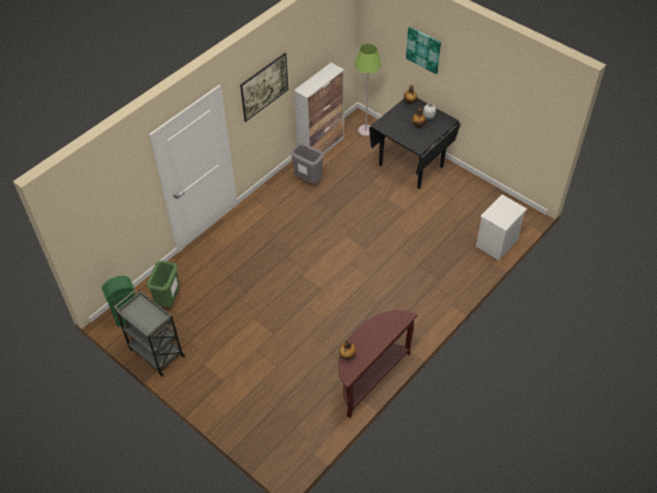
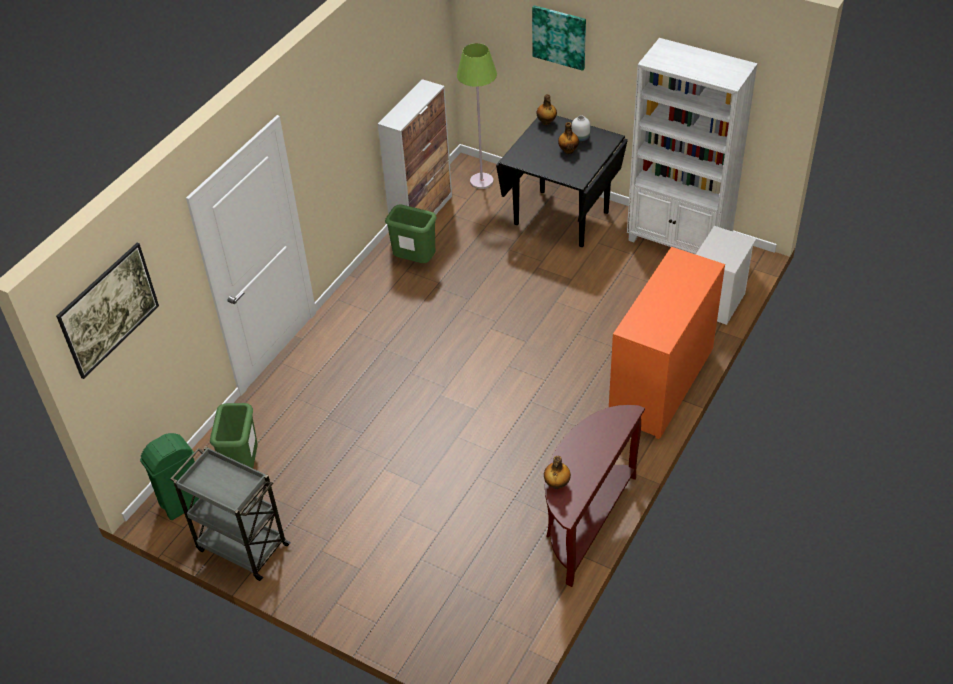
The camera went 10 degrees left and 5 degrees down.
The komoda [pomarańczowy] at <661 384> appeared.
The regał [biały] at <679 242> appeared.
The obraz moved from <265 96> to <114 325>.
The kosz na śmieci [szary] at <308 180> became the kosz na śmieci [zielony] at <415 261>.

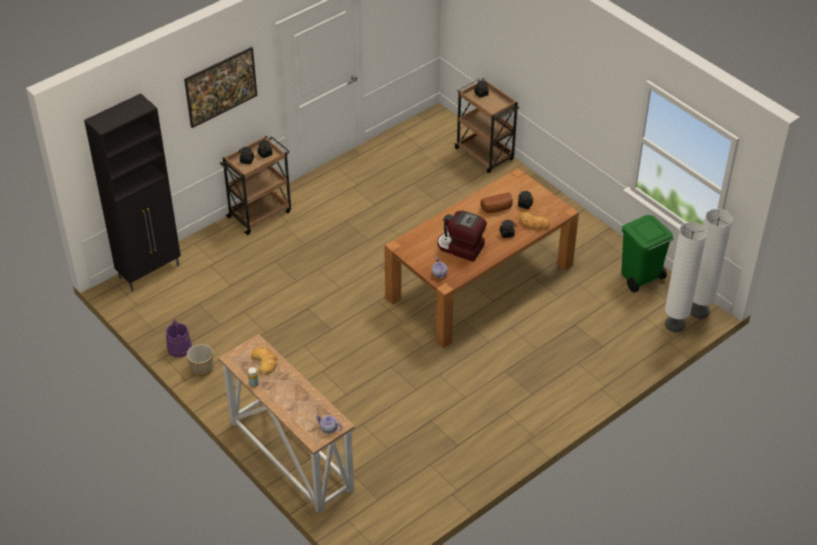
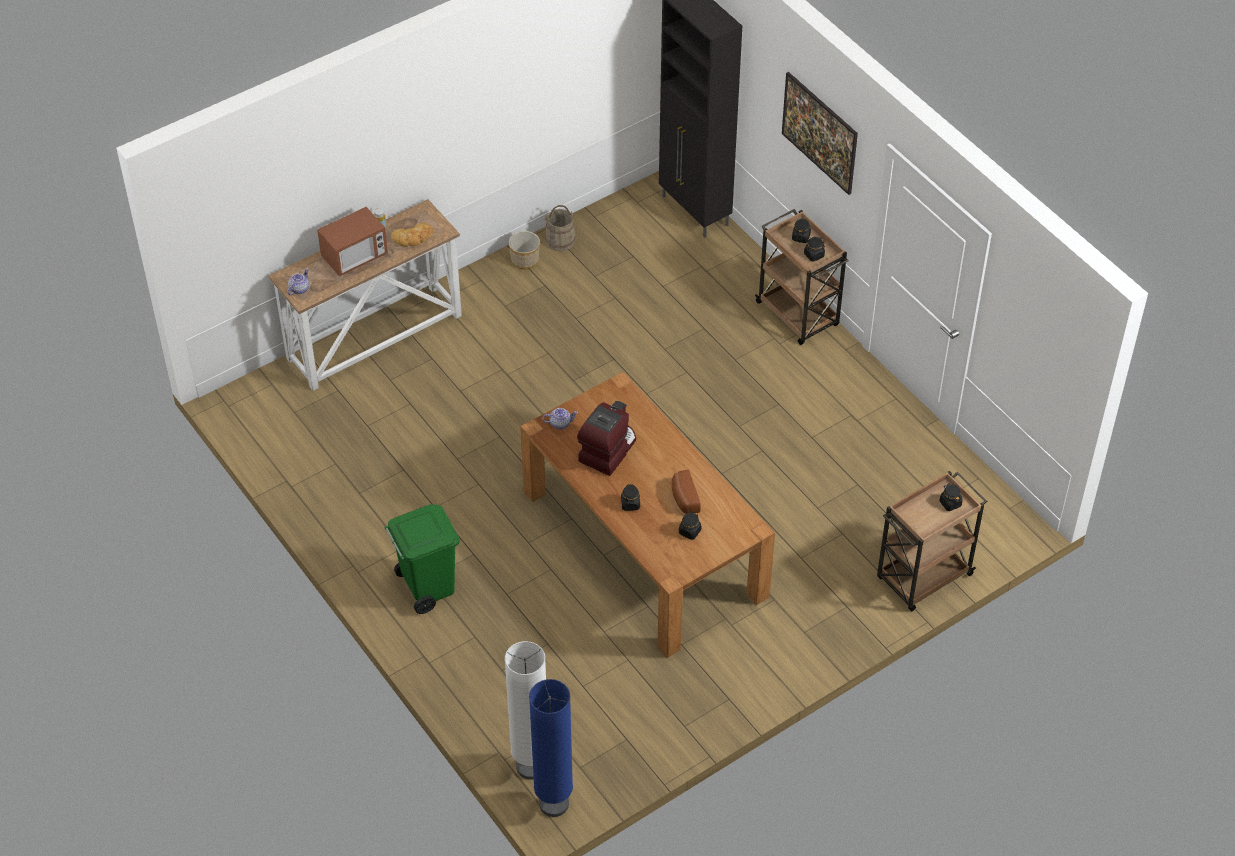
The camera went 95 degrees right and 5 degrees up.
The chleb at <533 223> disappeared.
The mikrofalówka at <354 257> appeared.
The kosz na śmieci [zielony] moved from <640 278> to <427 587>.
The wiadro [fioletowy] at <179 348> became the wiadro [beżowy] at <560 240>.
The lampa stojąca [biały] at <699 311> became the lampa stojąca [niebieski] at <554 804>.

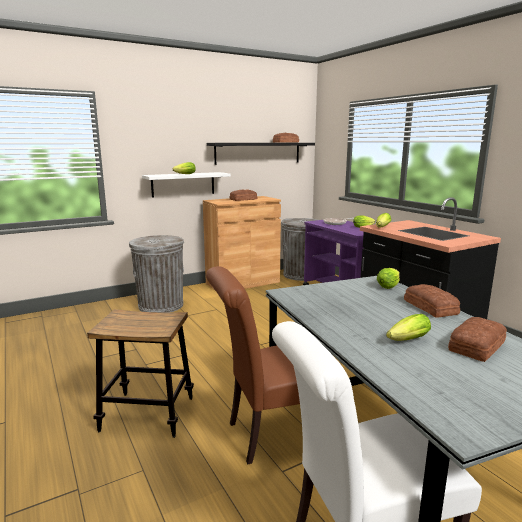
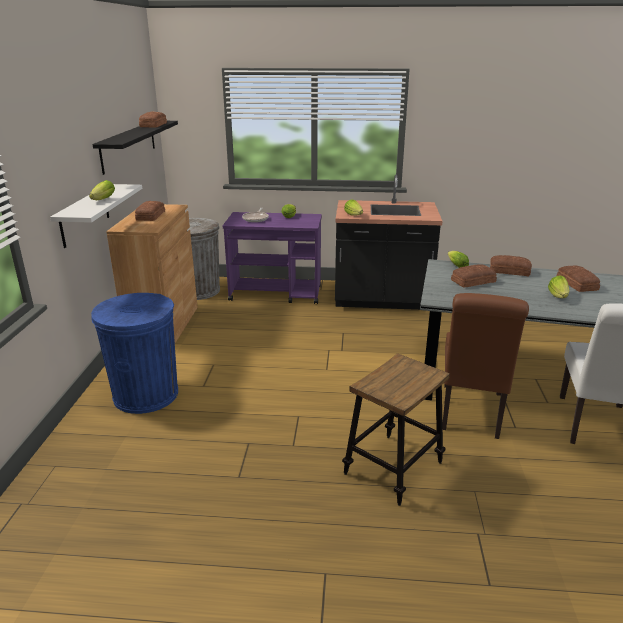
The camera went 55 degrees left and 10 degrees up.
The chleb at <472 281> appeared.
The kosz na śmieci [szary] at <161 305> became the kosz na śmieci [niebieski] at <145 395>.

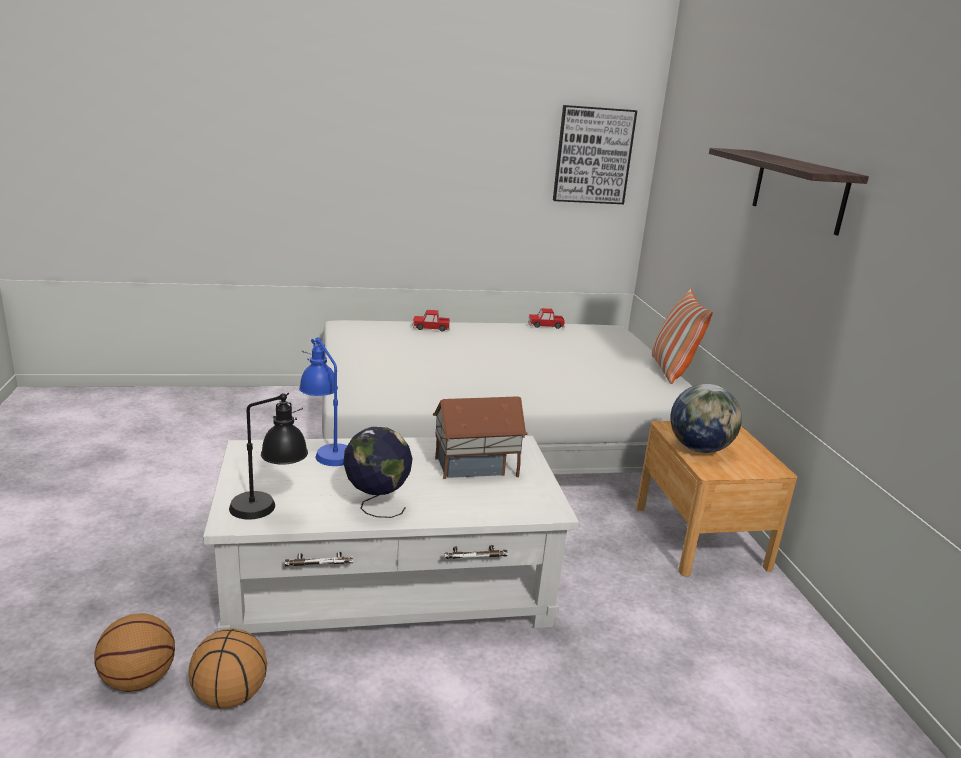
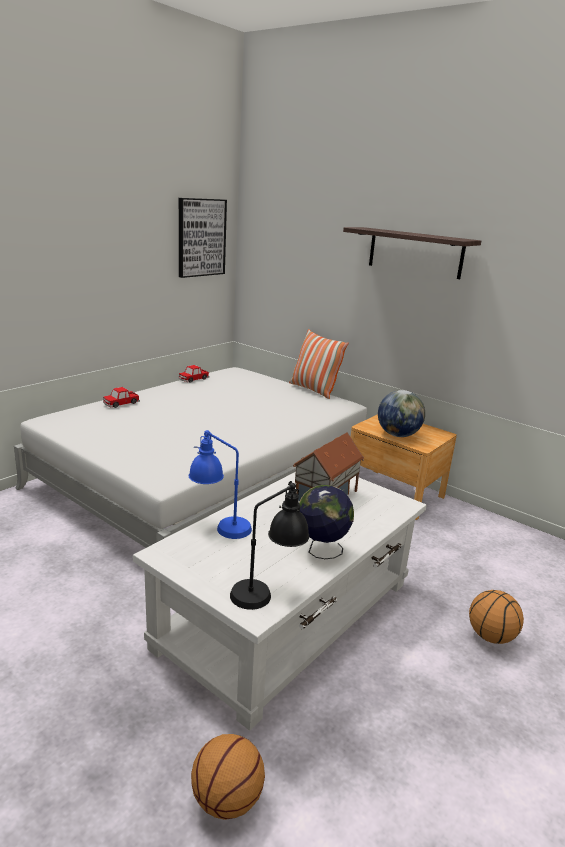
The camera went 40 degrees left and 0 degrees up.
The piłka do koszykówki moved from <229 697> to <490 637>.

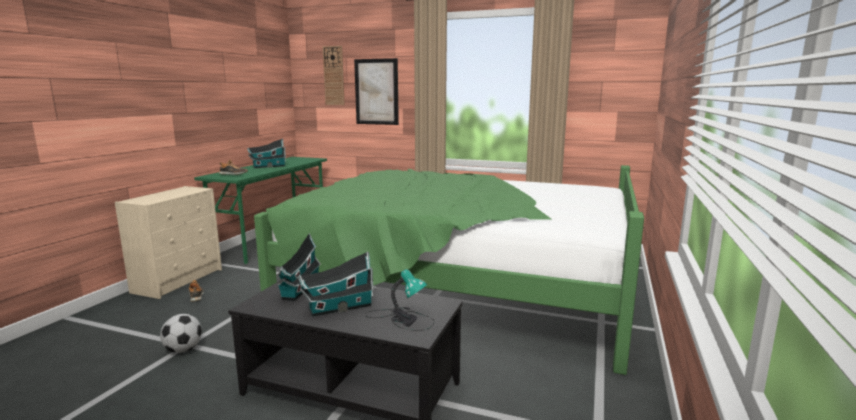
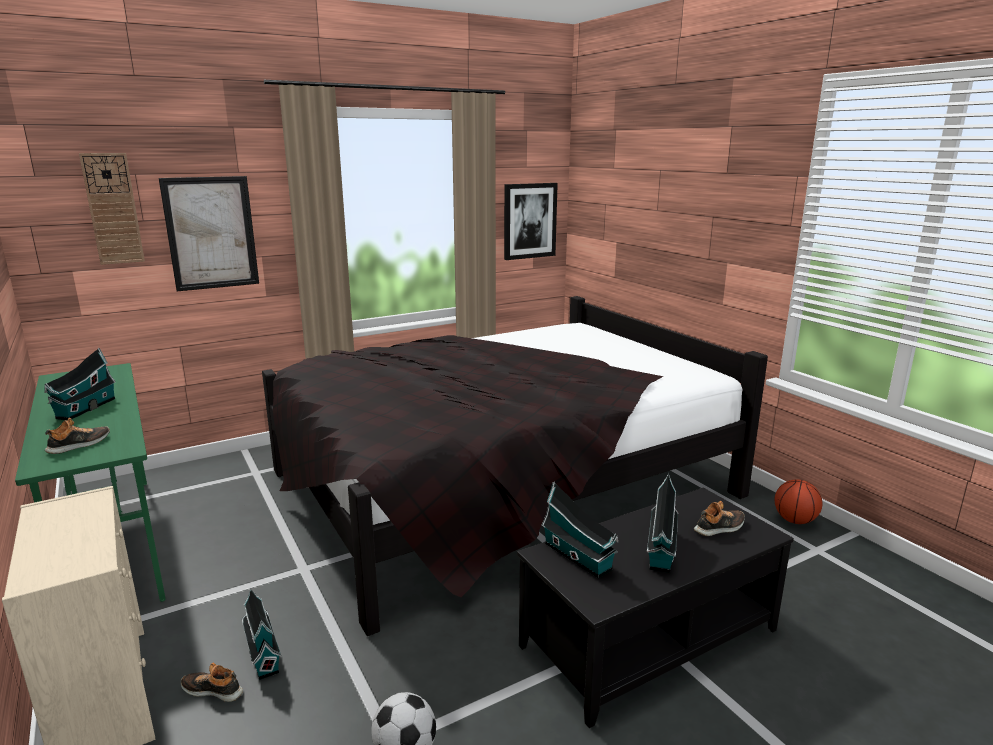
The camera went 50 degrees left and 5 degrees up.
The domek at <262 651> appeared.
The obraz at <529 221> appeared.
The piłka do koszykówki at <794 520> appeared.
The lampa stołowa at <402 318> was replaced by the but at <720 528>.
The łóżko [zielony] at <457 285> became the łóżko [czarny] at <500 485>.

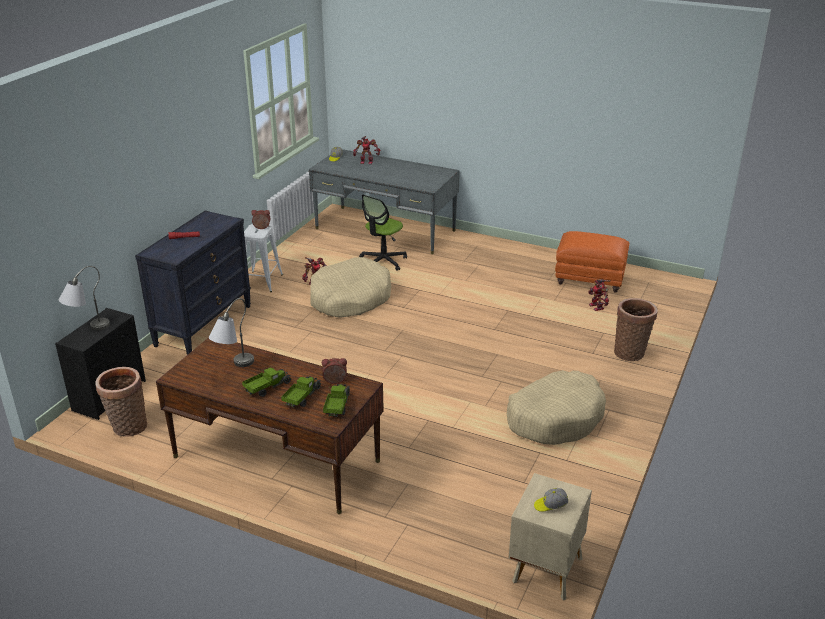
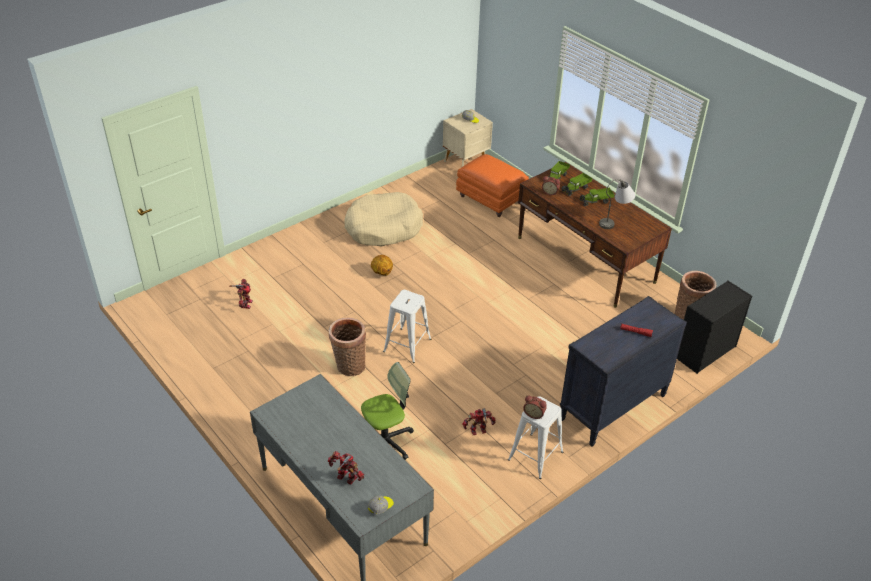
The camera went 155 degrees left and 10 degrees up.
The lampa stołowa [szary] at <87 329> disappeared.
The legowisko [beżowy] at <350 298> disappeared.
The piłka do koszykówki at <381 273> appeared.
The stołek [biały] at <407 345> appeared.
The pufa [pomarańczowy] moved from <589 279> to <491 200>.
The koszyk moved from <631 352> to <349 366>.

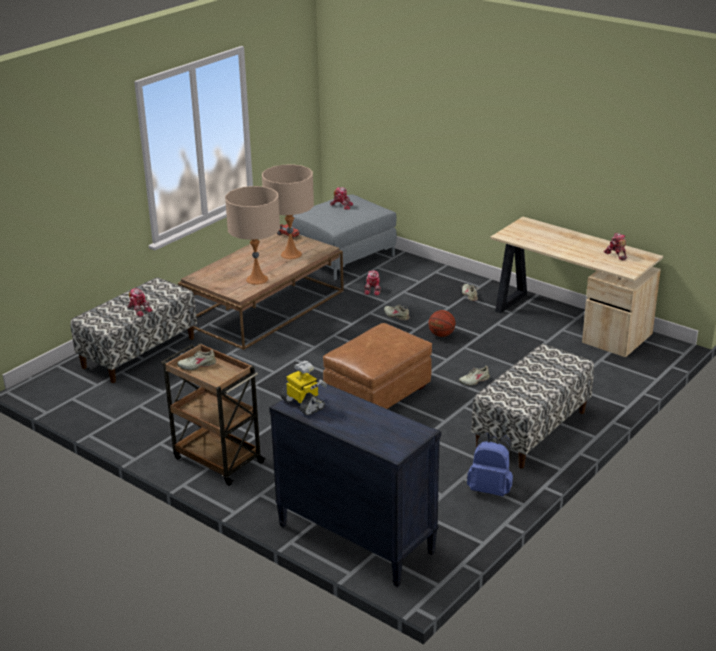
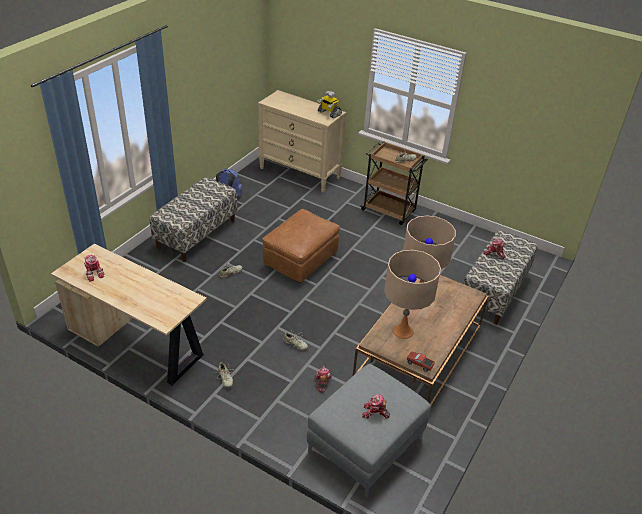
The camera went 170 degrees right and 10 degrees up.
The piłka do koszykówki at <441 335> disappeared.
The komoda [czarny] at <355 539> became the komoda [beżowy] at <300 173>.

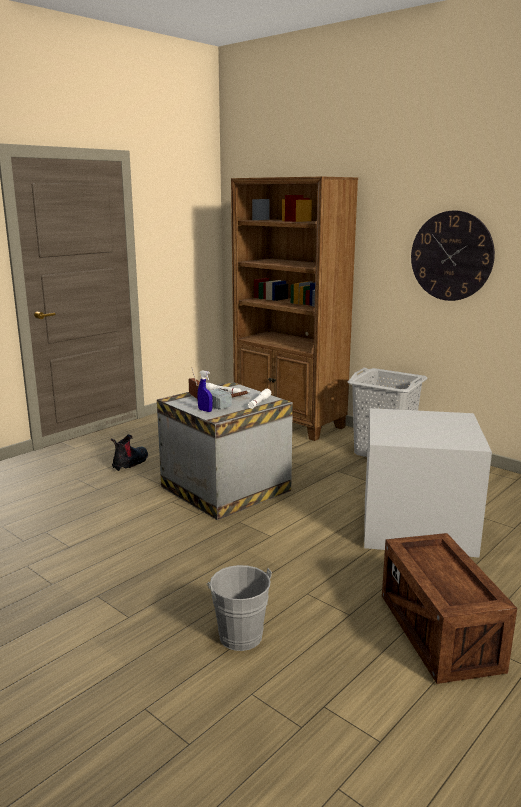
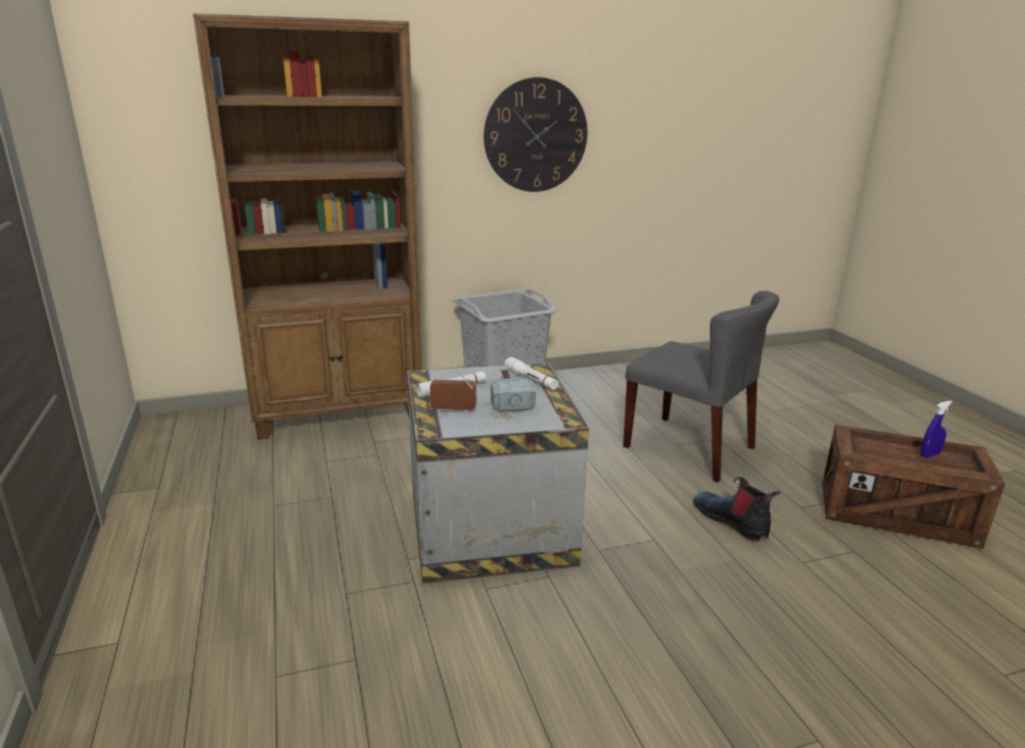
The camera went 60 degrees left and 5 degrees up.
The wiadro [szary] at <239 633> disappeared.
The but z cholewką moved from <131 463> to <732 521>.
The spryskiwacz [niebieski] moved from <205 410> to <929 455>.
The pojemnik do przechowywania [szary] at <415 526> was replaced by the krzesło [szary] at <690 447>.

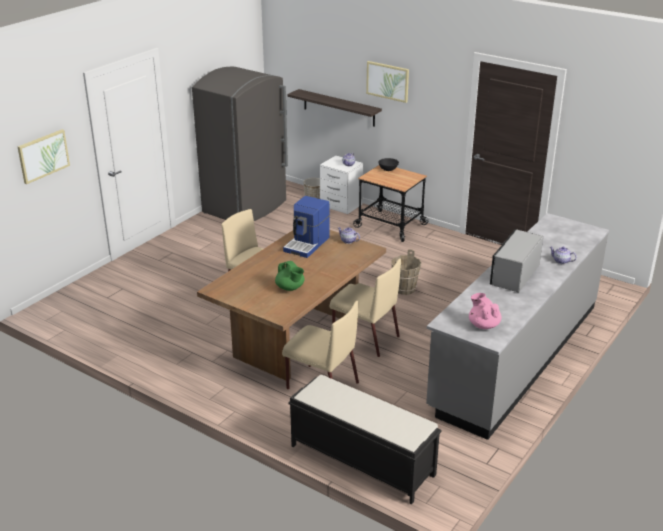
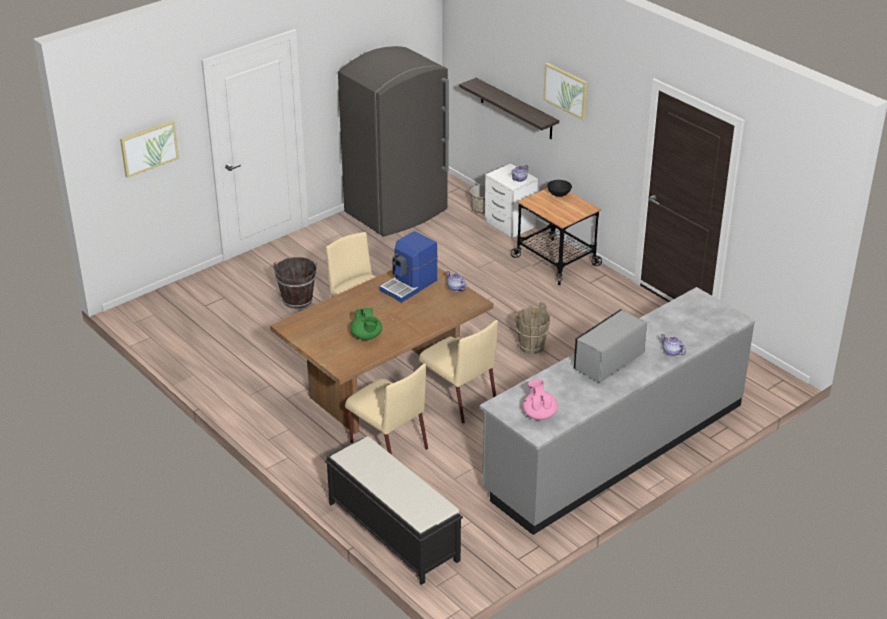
The camera went 15 degrees right and 5 degrees up.
The wiadro [brązowy] at <297 300> appeared.

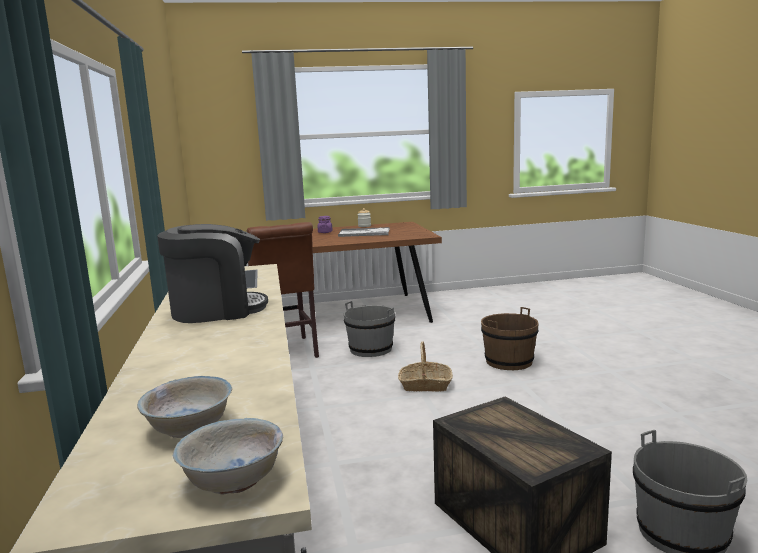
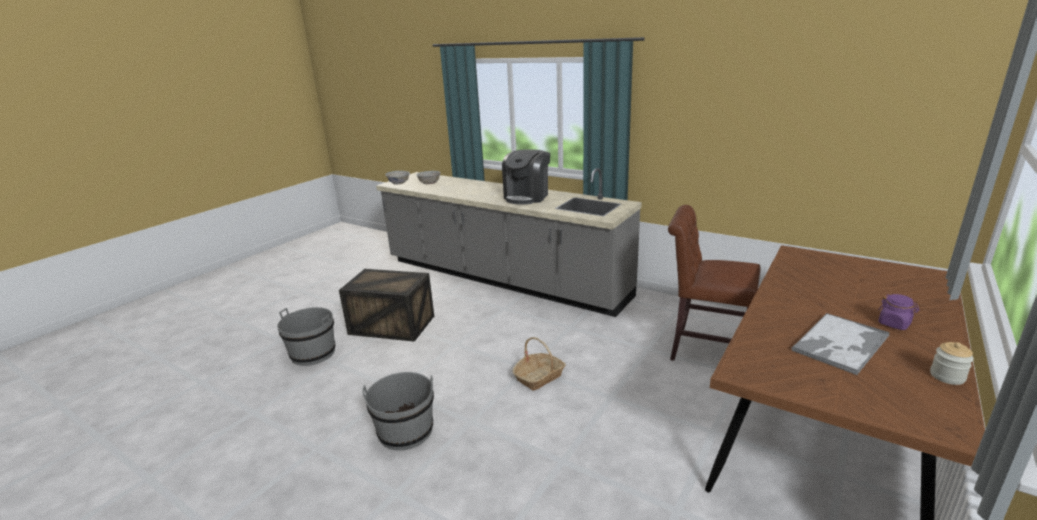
The camera went 135 degrees right and 10 degrees up.
The wiadro [brązowy] at <509 362> disappeared.
The wiadro [szary] moved from <371 349> to <406 431>.

